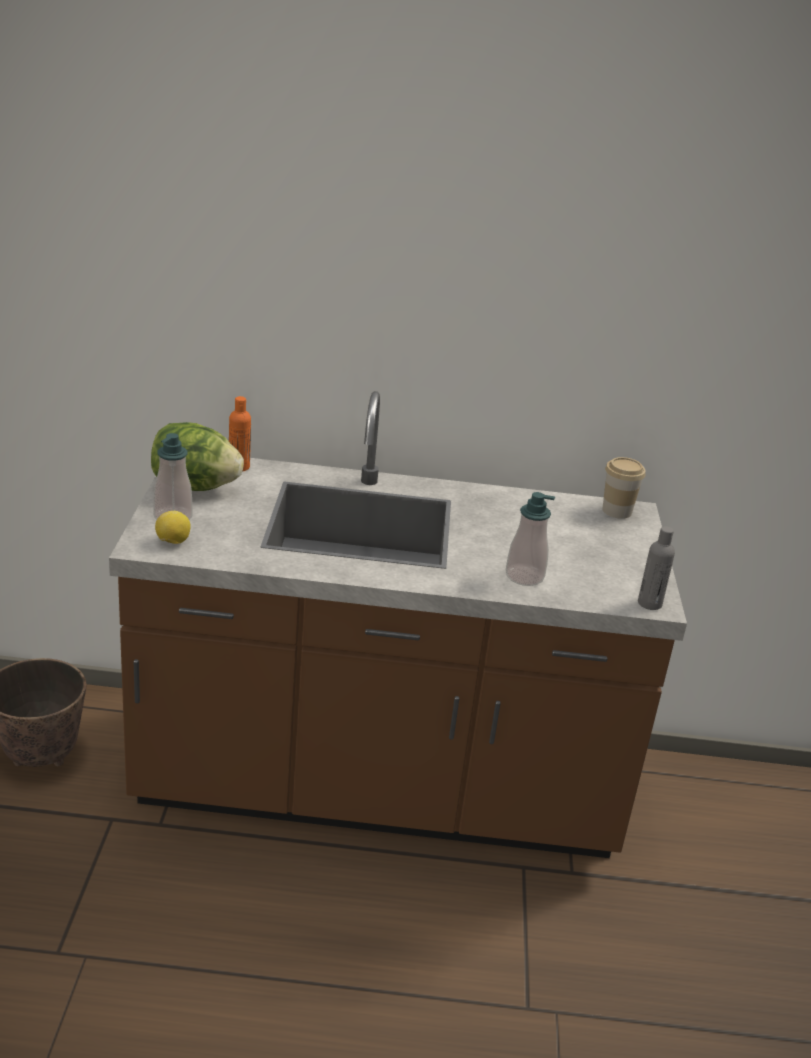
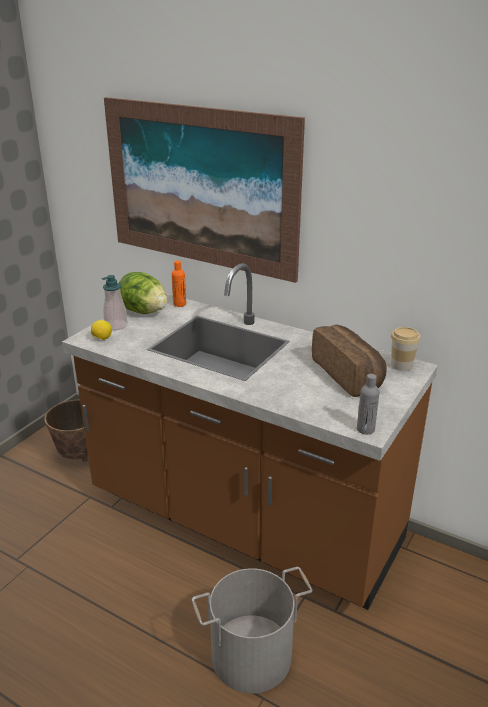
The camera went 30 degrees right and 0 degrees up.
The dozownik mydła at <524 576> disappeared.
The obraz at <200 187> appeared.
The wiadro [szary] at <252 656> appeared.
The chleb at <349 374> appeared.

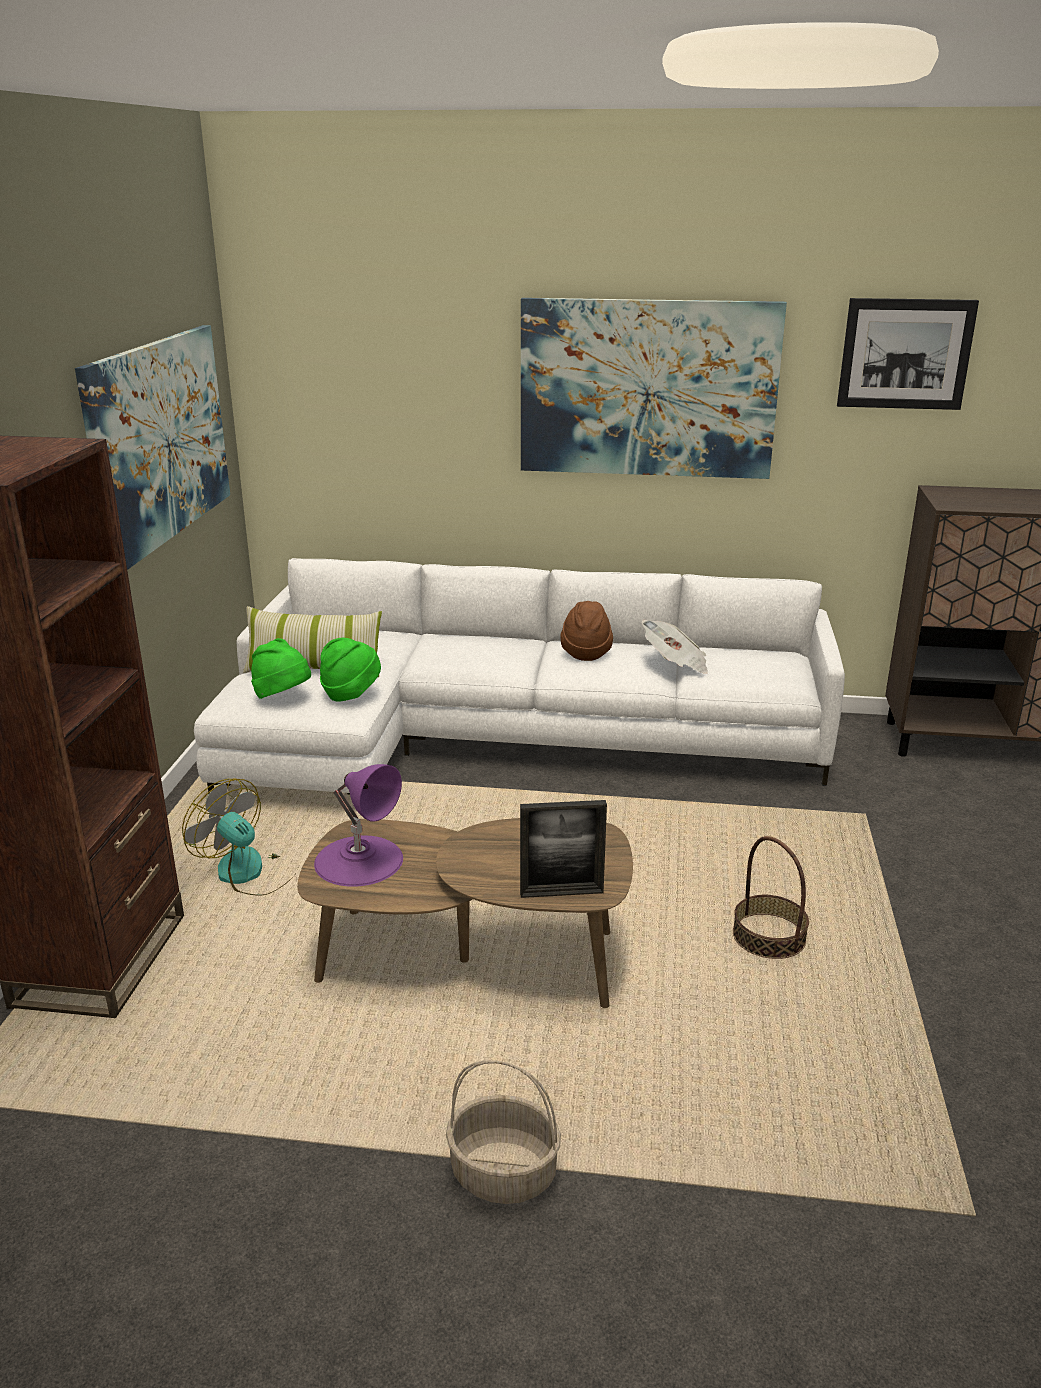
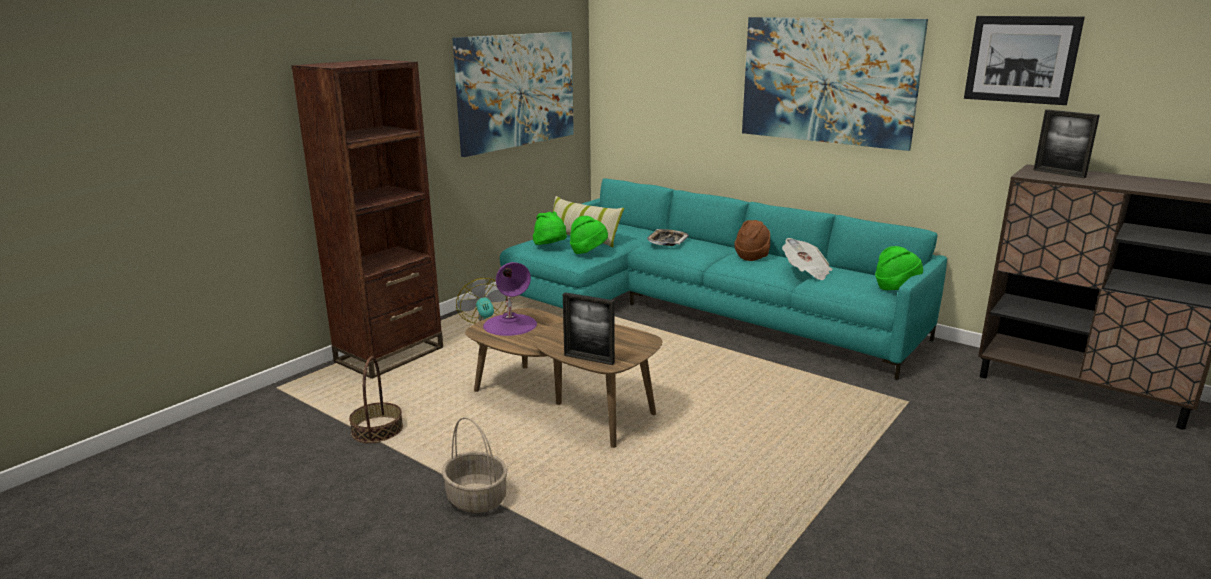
The camera went 30 degrees right and 5 degrees down.
The taca at <667 241> appeared.
The kapelusz [zielony] at <896 288> appeared.
The ramka na zdjęcie at <1059 173> appeared.
The koszyk moved from <768 936> to <377 430>.
The kanapa [biały] at <504 740> became the kanapa [turkusowy] at <697 310>.

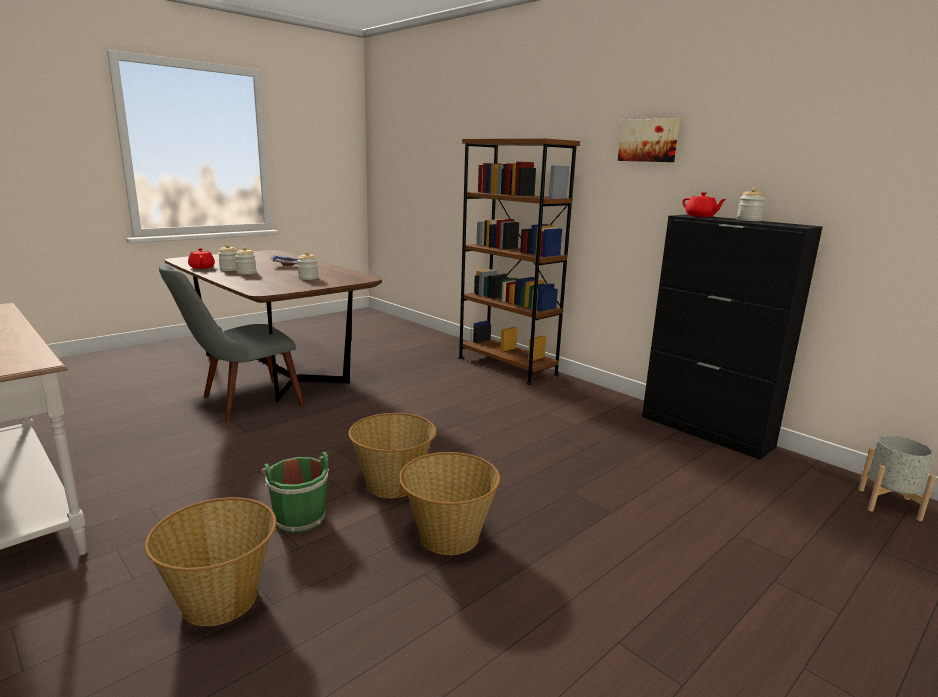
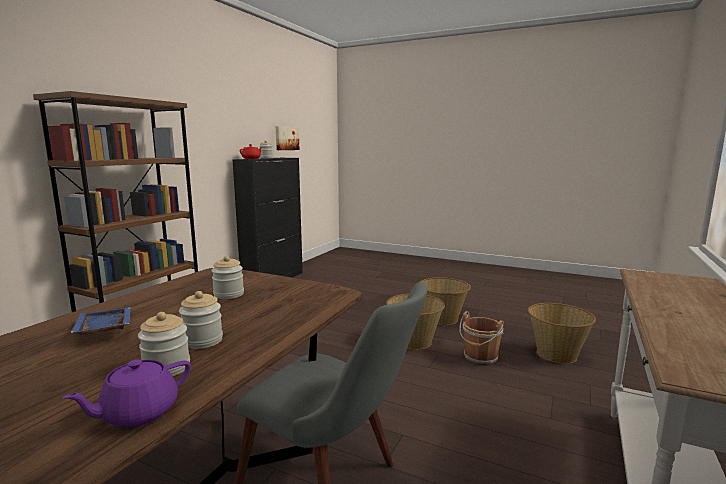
The camera went 110 degrees left and 5 degrees down.
The donica [szary] at <888 504> disappeared.
The obraz moved from <648 140> to <286 138>.
The imbryk [czerwony] at <202 267> became the imbryk [fioletowy] at <138 413>.
The wiadro [zielony] at <298 517> became the wiadro [brązowy] at <480 358>.

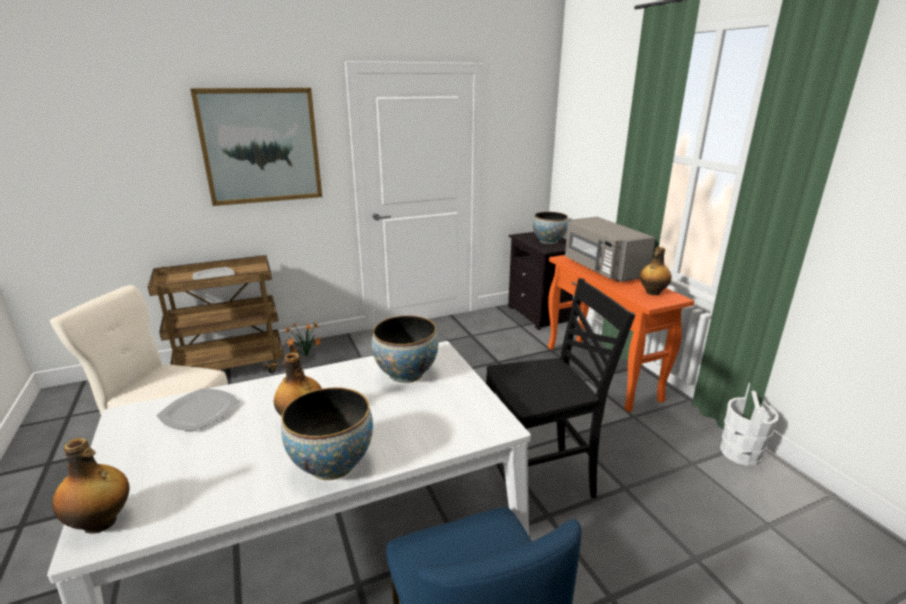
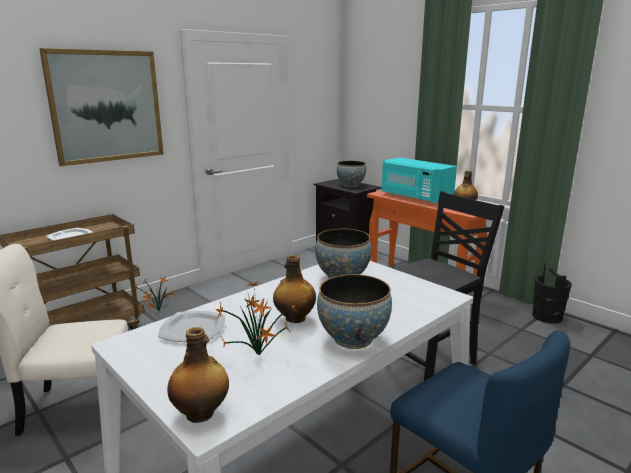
The camera went 20 degrees left and 5 degrees down.
The roślina doniczkowa at <261 355> appeared.
The mikrofalówka [szary] at <602 269> became the mikrofalówka [turkusowy] at <414 197>.
The wiadro [biały] at <740 453> became the wiadro [czarny] at <547 317>.

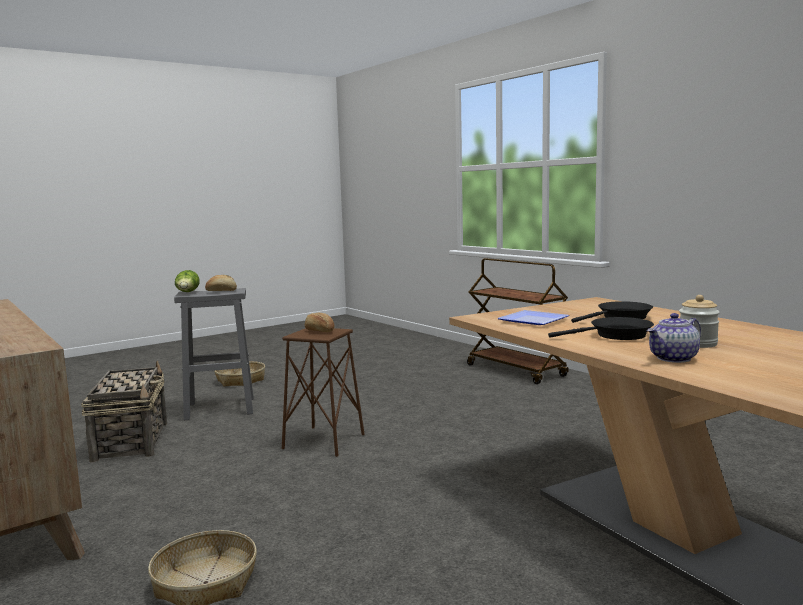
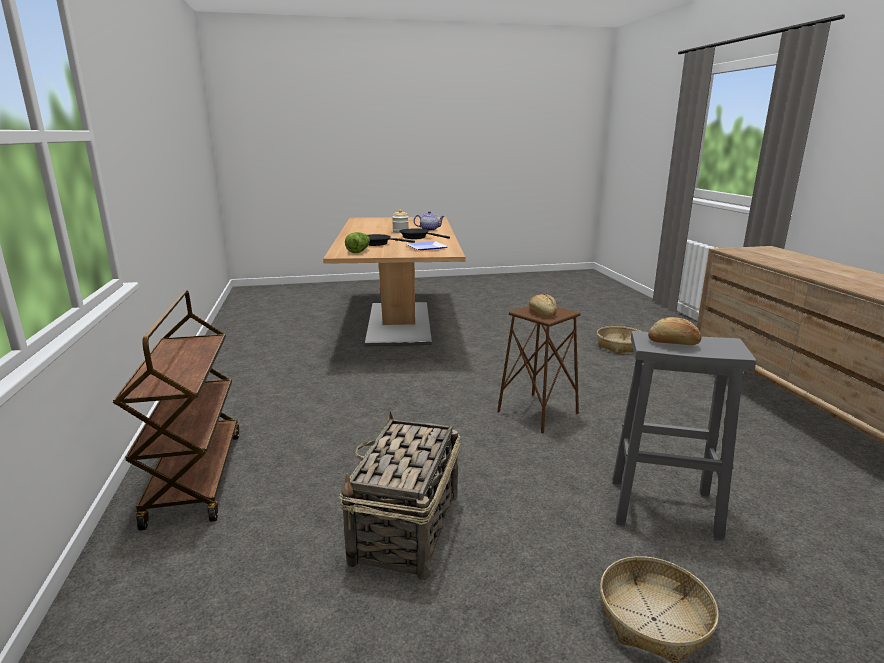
The camera went 155 degrees left and 10 degrees up.
The koszyk moved from <131 441> to <405 529>.
The sałata moved from <187 293> to <358 251>.

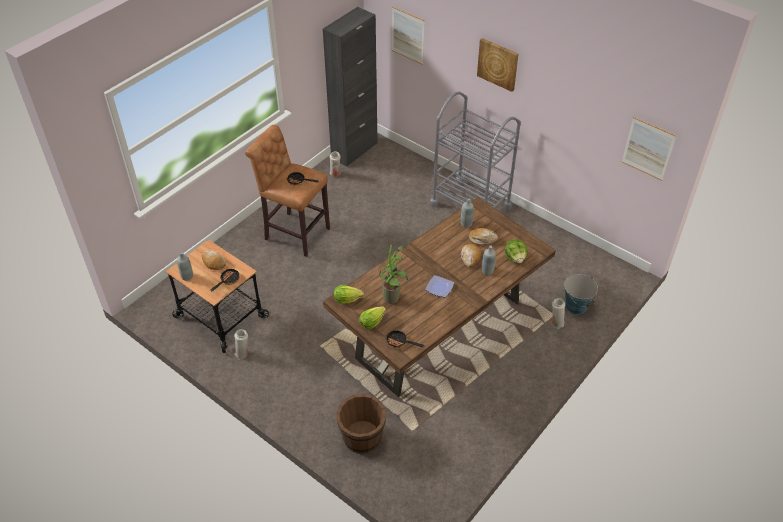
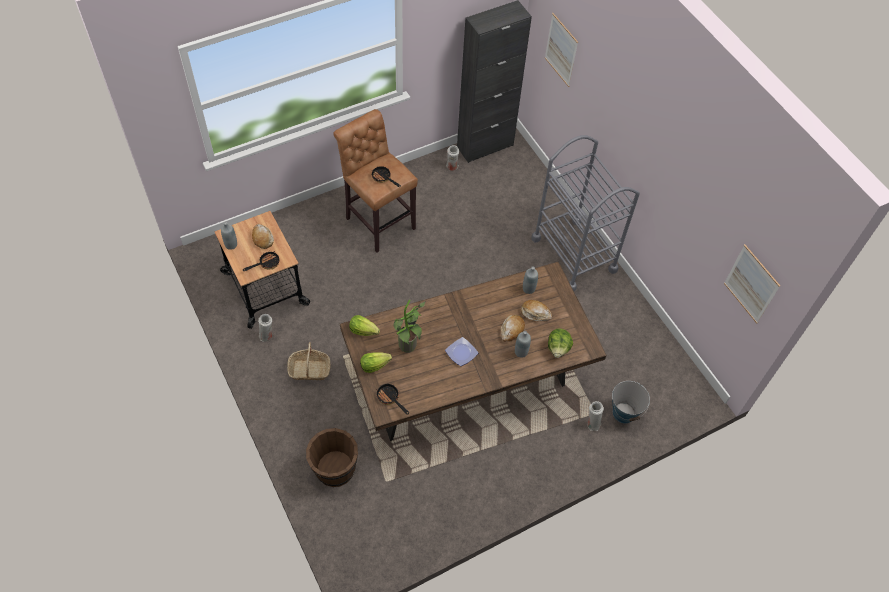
The camera went 20 degrees right and 10 degrees up.
The obraz at <498 64> disappeared.
The koszyk at <309 370> appeared.

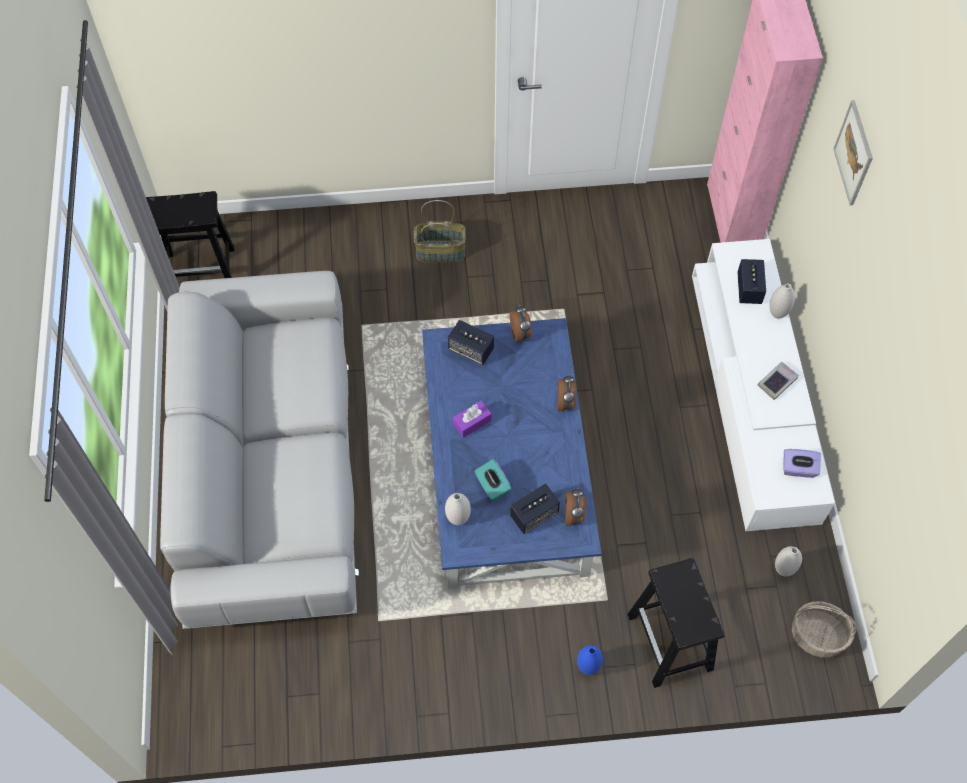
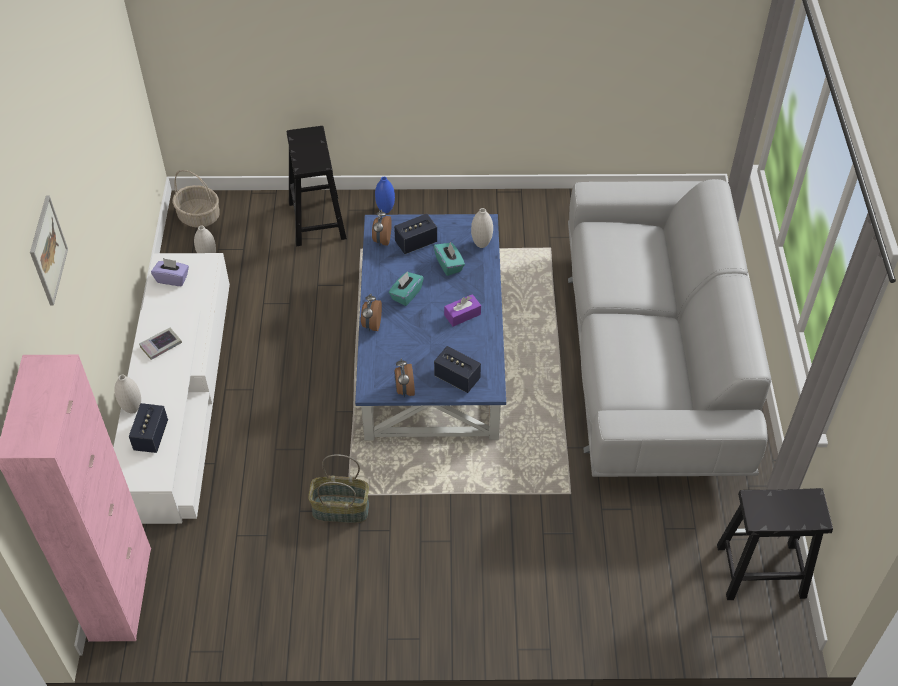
The camera went 175 degrees left and 10 degrees down.
The pudełko chusteczek [turkusowy] at <406 294> appeared.
The koszyk moved from <441 251> to <340 510>.

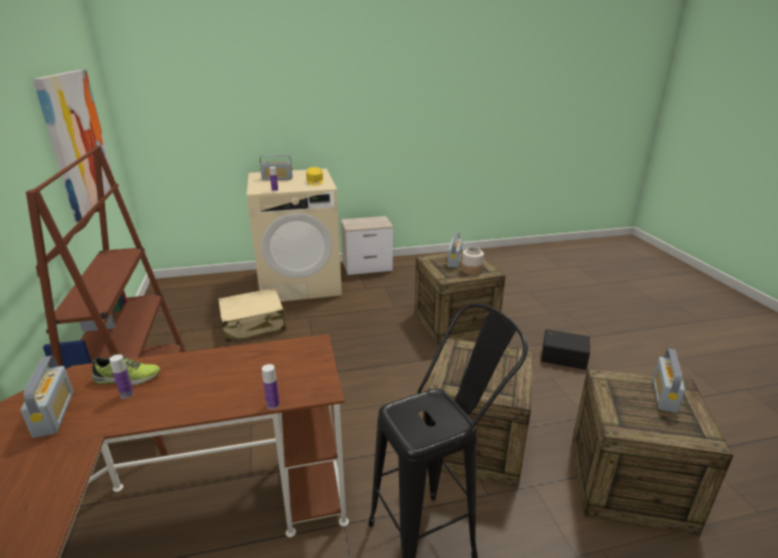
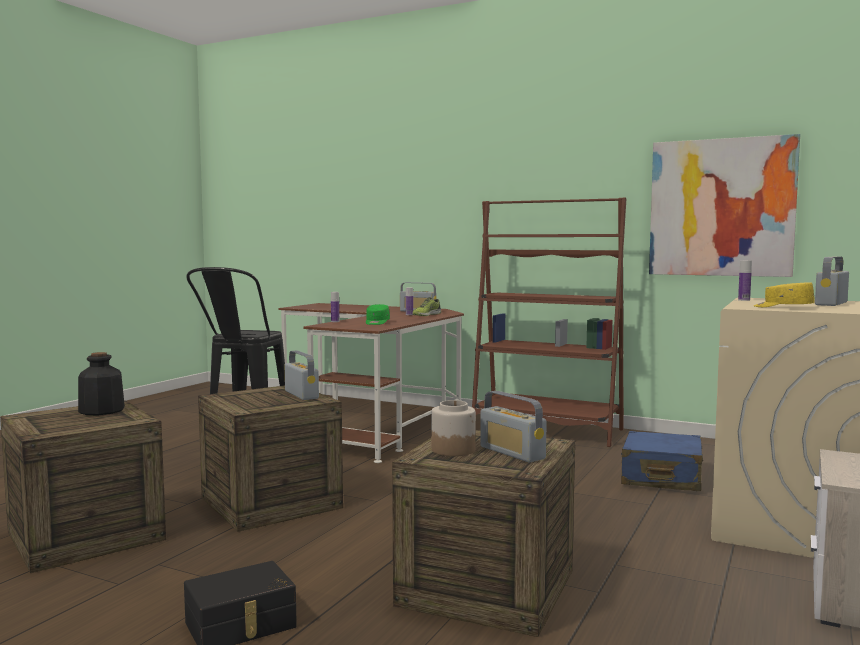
The camera went 130 degrees right and 20 degrees down.
The butelka at <101 411> appeared.
The czapka z daszkiem [zielony] at <376 323> appeared.
The radio moved from <664 395> to <301 394>.
The walizka [beżowy] at <253 324> became the walizka [niebieski] at <661 477>.

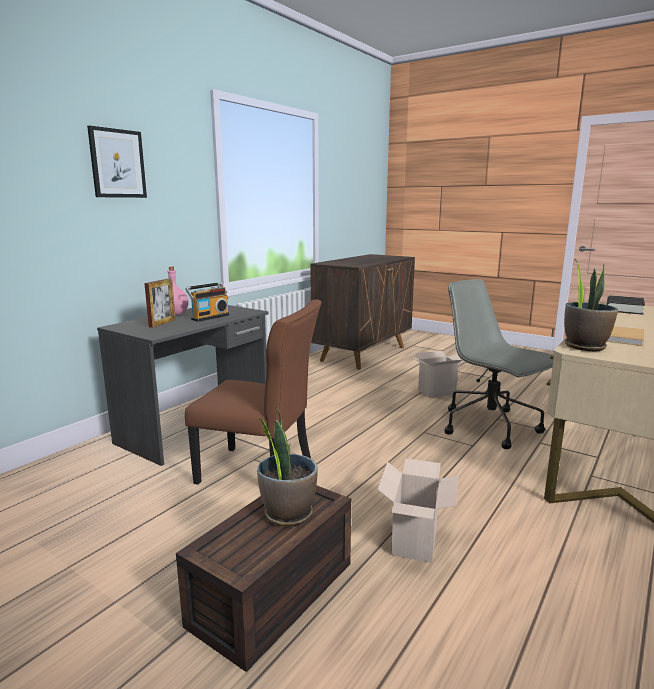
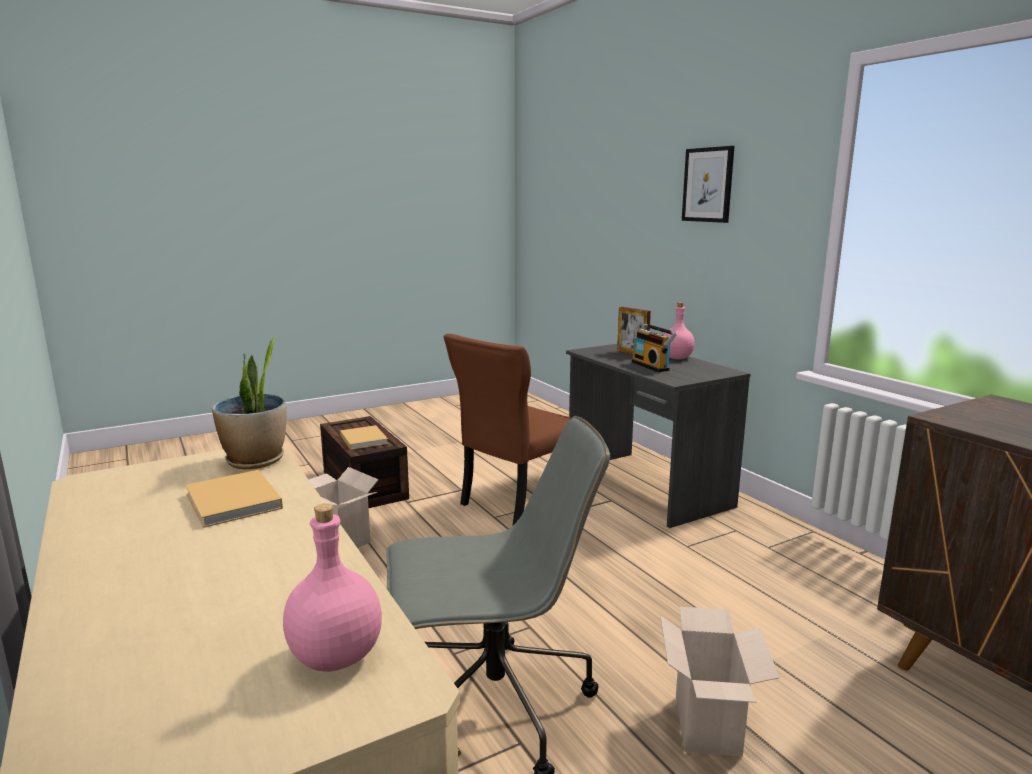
The camera went 115 degrees right and 0 degrees up.
The roślina doniczkowa at <287 513> was replaced by the książka [beżowy] at <363 439>.
The książka [czarny] at <624 309> was replaced by the butelka [różowy] at <336 655>.

